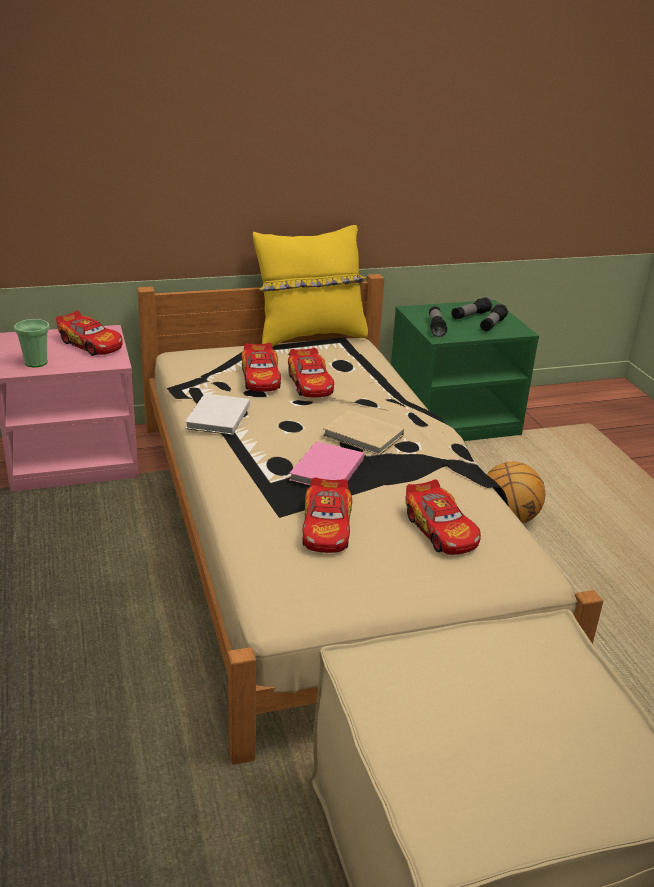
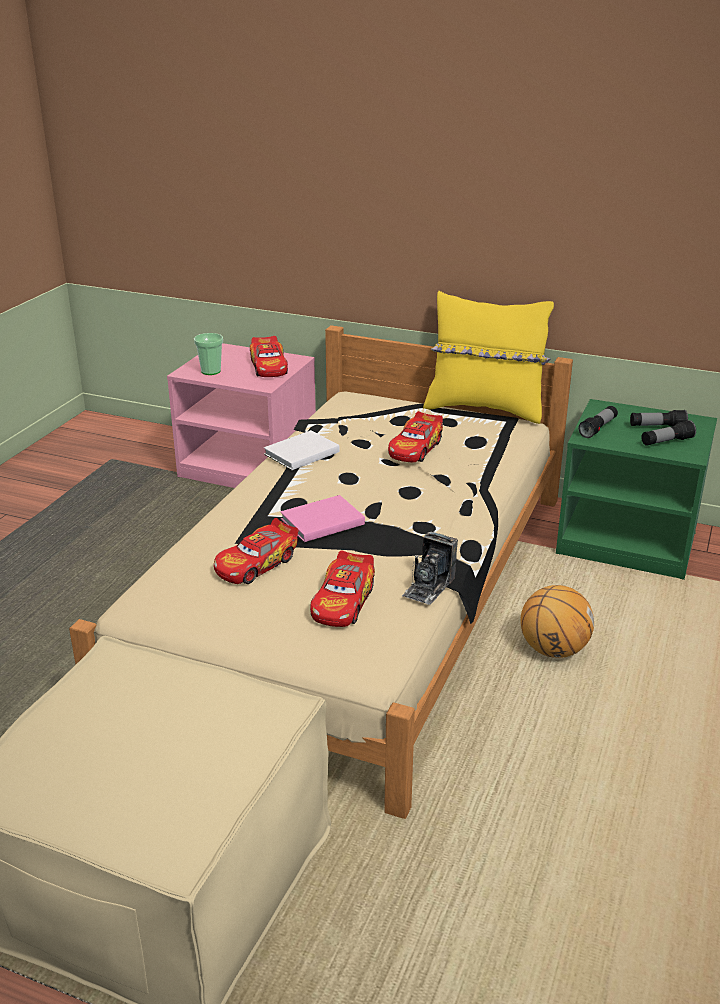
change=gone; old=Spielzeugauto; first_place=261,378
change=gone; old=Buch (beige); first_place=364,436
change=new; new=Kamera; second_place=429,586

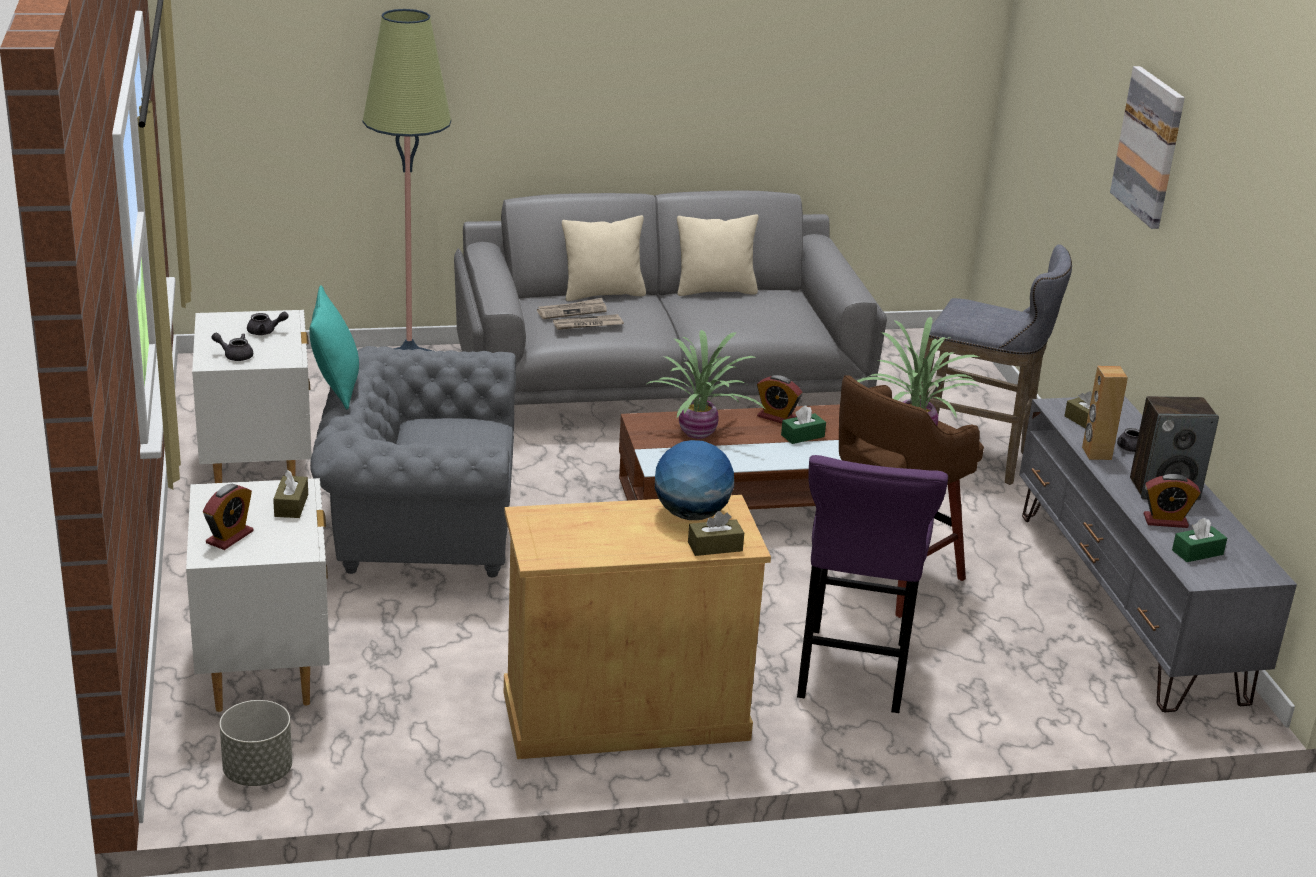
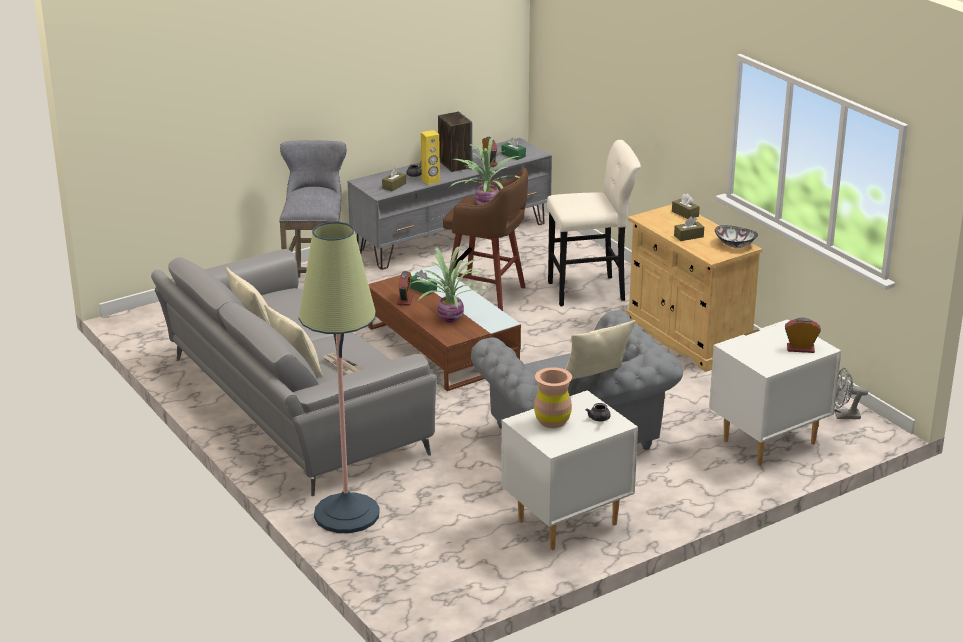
change=gone; old=Zeitung; first_place=587,325
change=gone; old=Globus; first_place=691,514
change=gone; old=Bild; first_place=1149,146
change=new; new=Schüssel; second_place=735,244
change=shifted; old=Taschentuchbox (braun); first_place=291,505; second_place=688,236
change=swapped; old=Pflanzkübel (grau); new=Ventilator (grau); first_place=257,772; second_place=843,416
change=swapped; old=Teekanne (grau); new=Vase (braun); first_place=265,331; second_place=552,421
change=repainted; old=Kissen (türkis); new=Kissen (beige); first_place=336,387; second_place=595,379
change=repainted; old=Hocker (lila); new=Hocker (beige); first_place=852,675; second_place=590,291
change=repainted; old=Lautsprecher (braun); new=Lautsprecher (gelb); first_place=1096,453; second_place=430,181

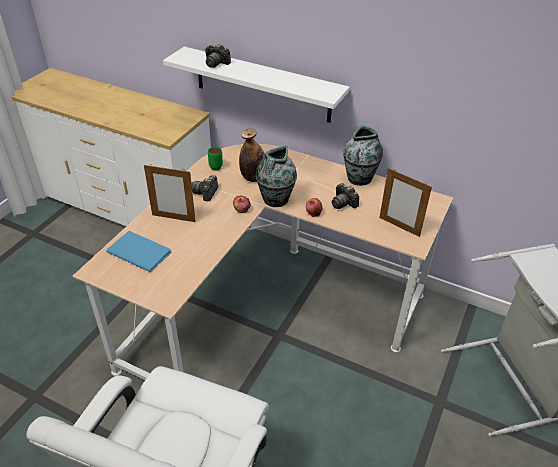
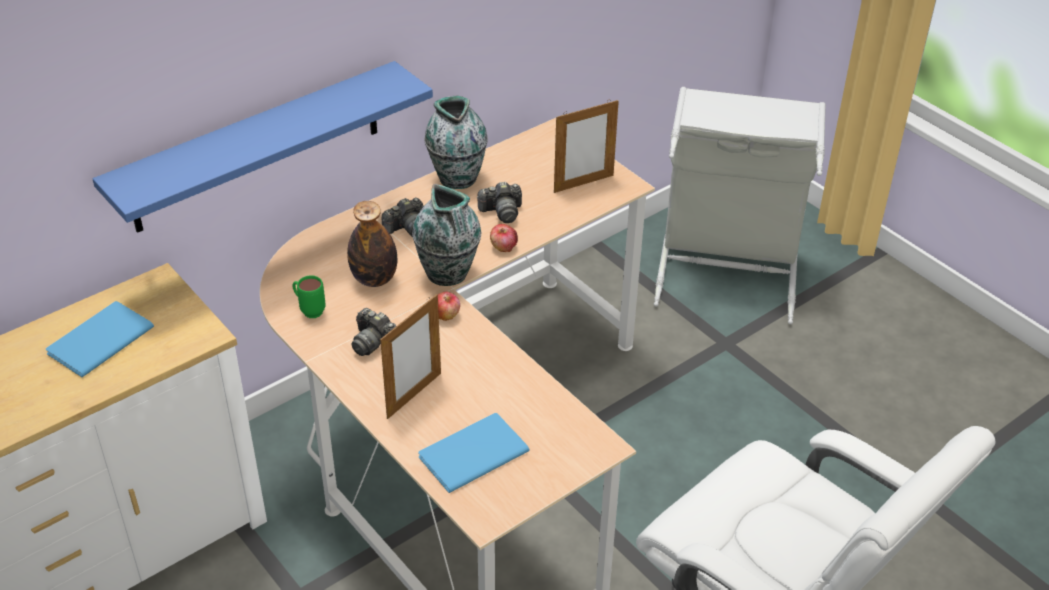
change=new; new=Buch (blau); second_place=97,341
change=shifted; old=Kamera; first_place=216,63; second_place=408,229
change=repainted; old=Wandregal (weiß); new=Wandregal (blau); first_place=262,85; second_place=257,148

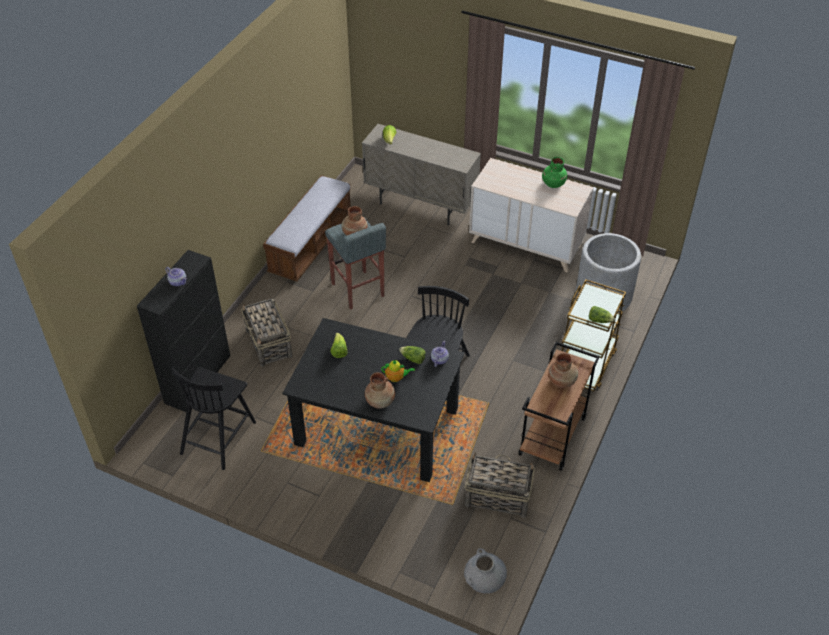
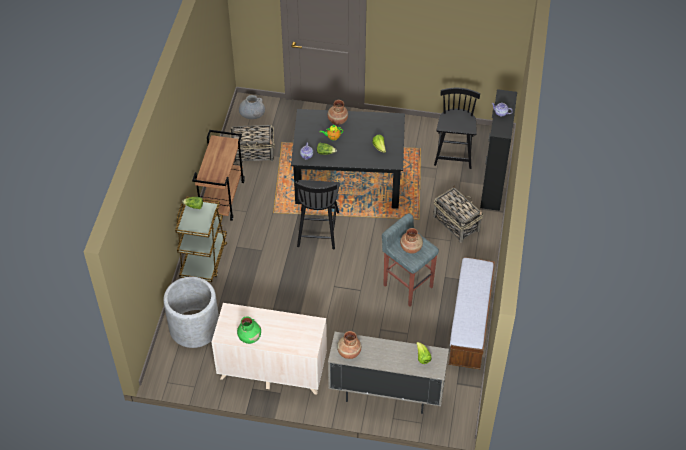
change=shifted; old=Vase (braun); first_place=562,381; second_place=349,352

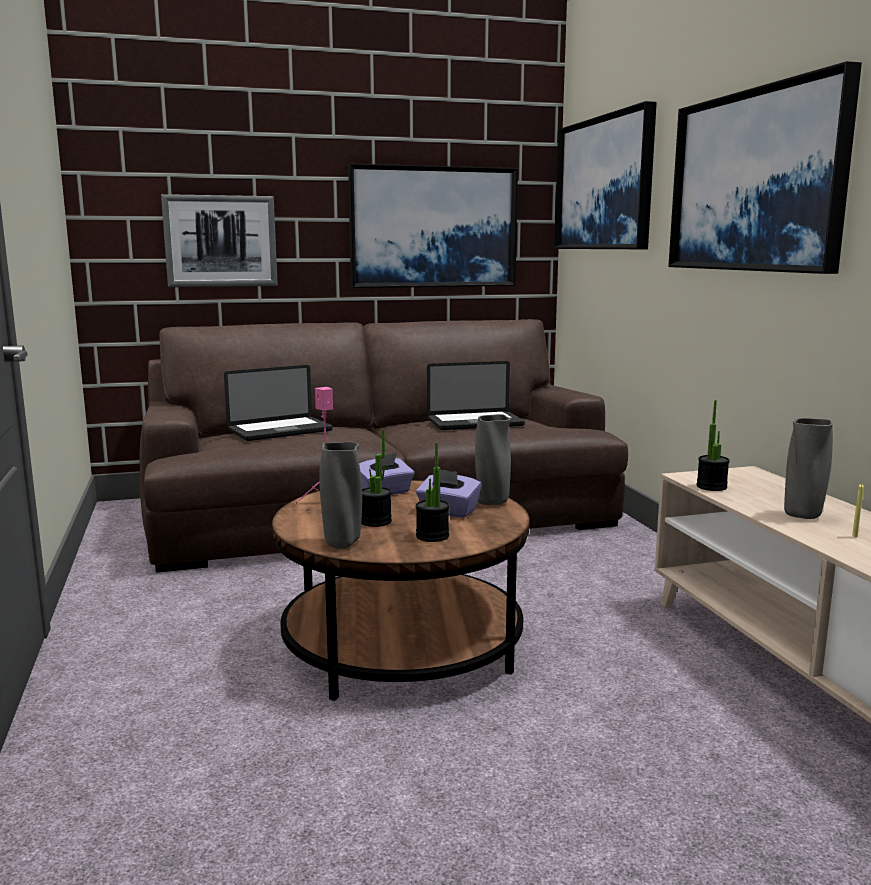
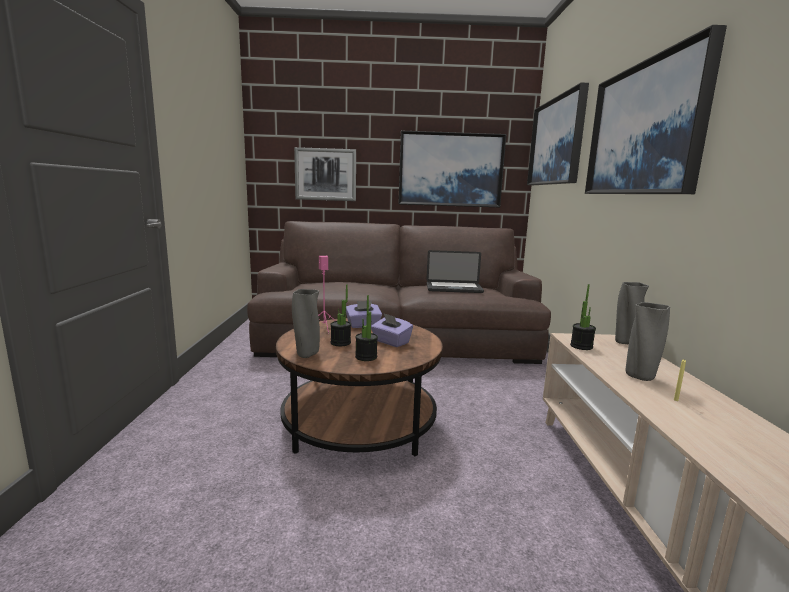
change=gone; old=Laptop; first_place=280,430
change=shifted; old=Vase (grau); first_place=492,502; second_place=625,342

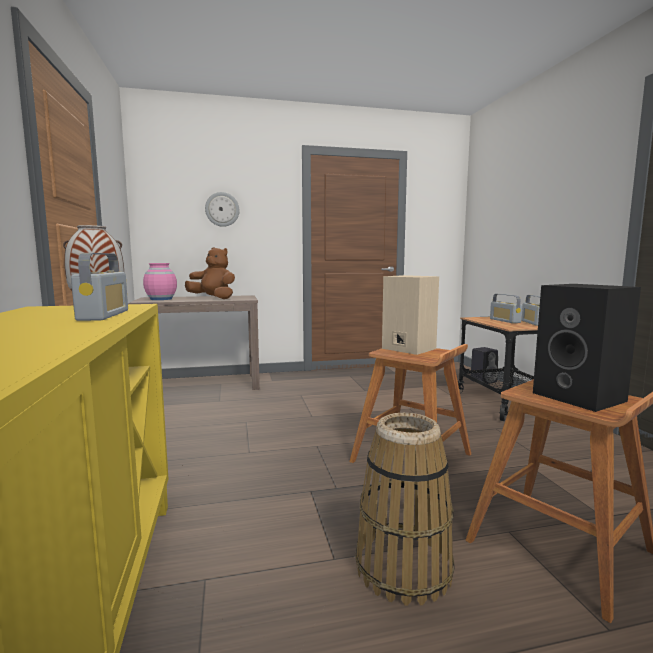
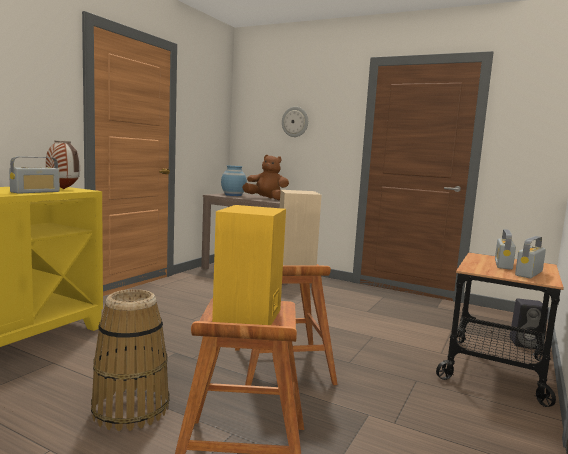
change=repainted; old=Vase (rosa); new=Vase (blau); first_place=161,299; second_place=233,195
change=repainted; old=Lautsprecher (schwarz); new=Lautsprecher (gelb); first_place=581,397; second_place=249,317
change=rotated; old=Plüschtier (braun); first_place=213,298; second_place=266,199; degrees=-45

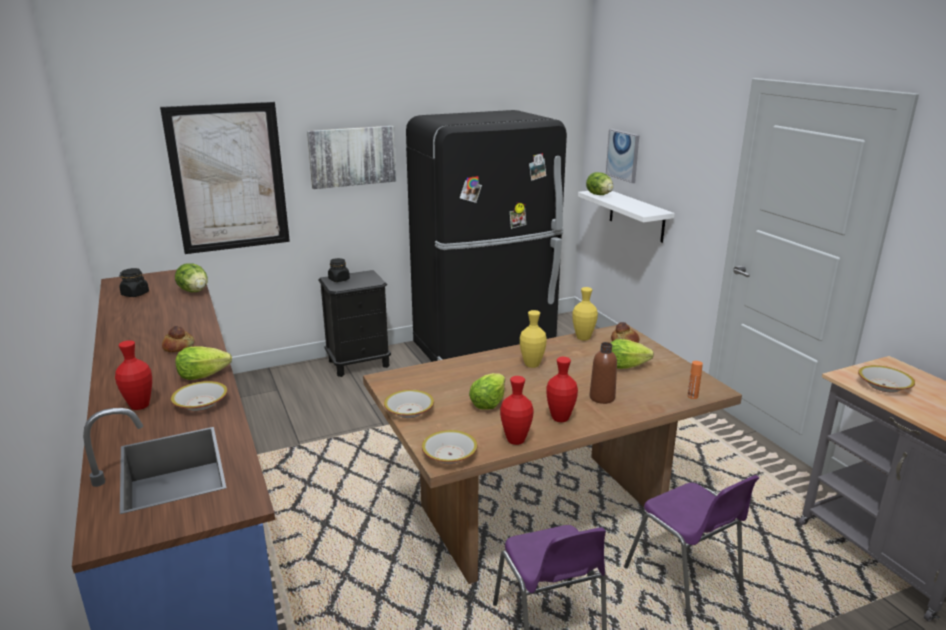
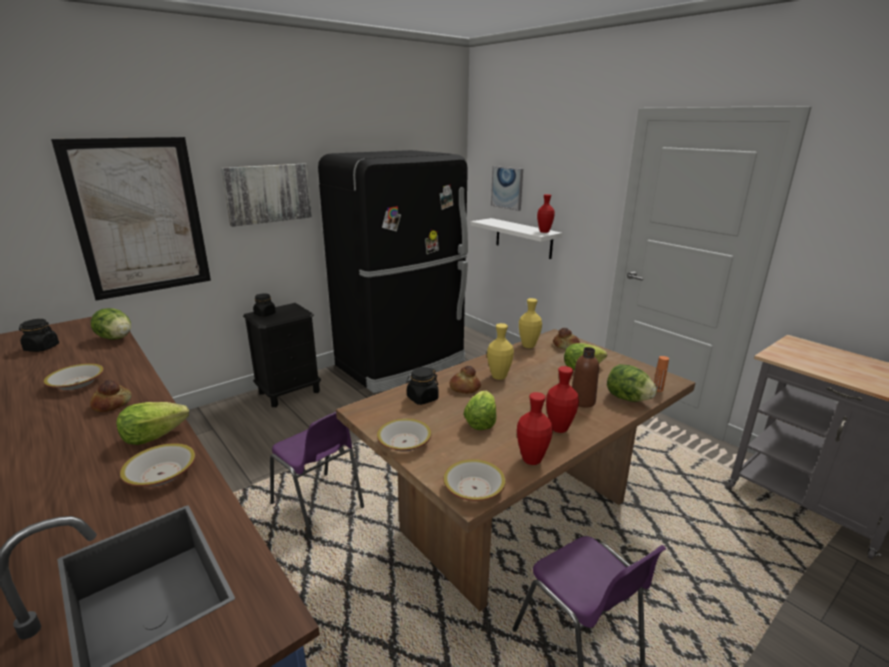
change=new; new=Vorratsglas (schwarz); second_place=422,398
change=new; new=Brot; second_place=464,388
change=shifted; old=Vase (rot); first_place=140,406; second_place=544,232
change=shifted; old=Salatkopf; first_place=599,195; second_place=627,398
change=shifted; old=Stuhl (lila); first_place=684,582; second_place=319,506
change=shifted; old=Schüssel; first_place=883,385; second_place=77,383

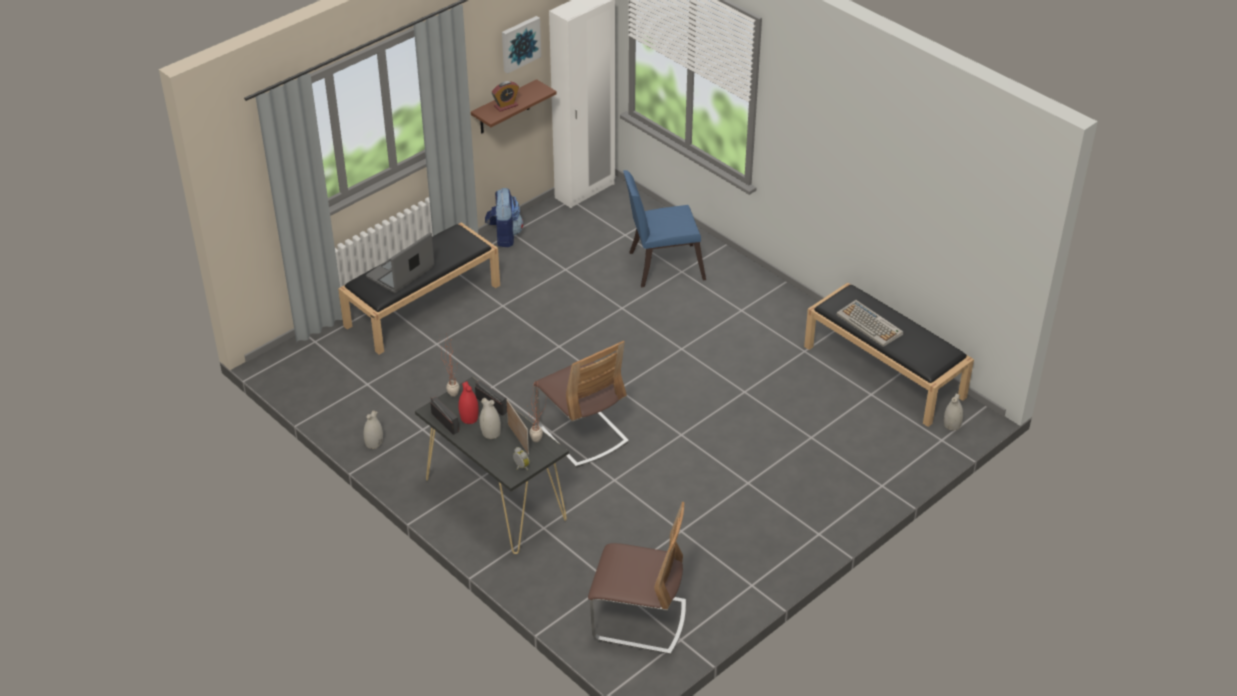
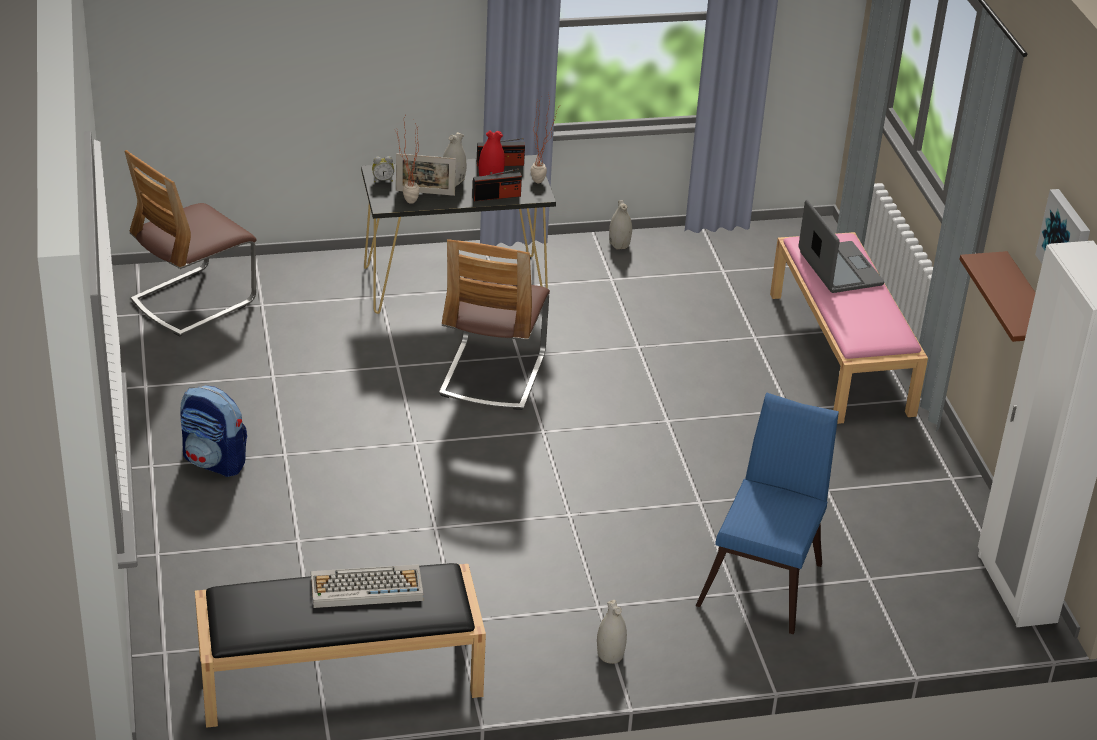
change=gone; old=Wecker; first_place=506,106
change=shifted; old=Rucksack; first_place=504,236; second_place=215,461
change=shifted; old=Vase (weiß); first_place=951,425; second_place=610,654
change=repainted; old=Bank (schwarz); new=Bank (rosa); first_place=423,305; second_place=841,353
change=rotated; old=Stuhl; first_place=582,434; second_place=492,374; degrees=-75

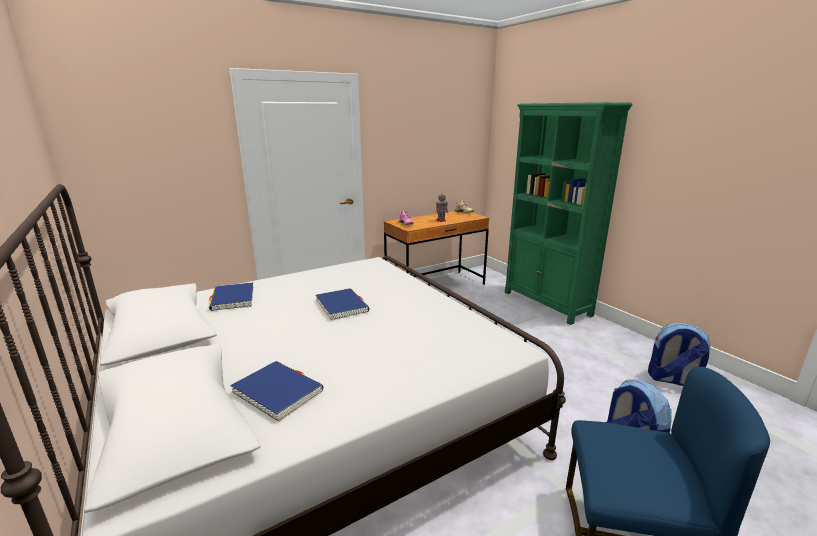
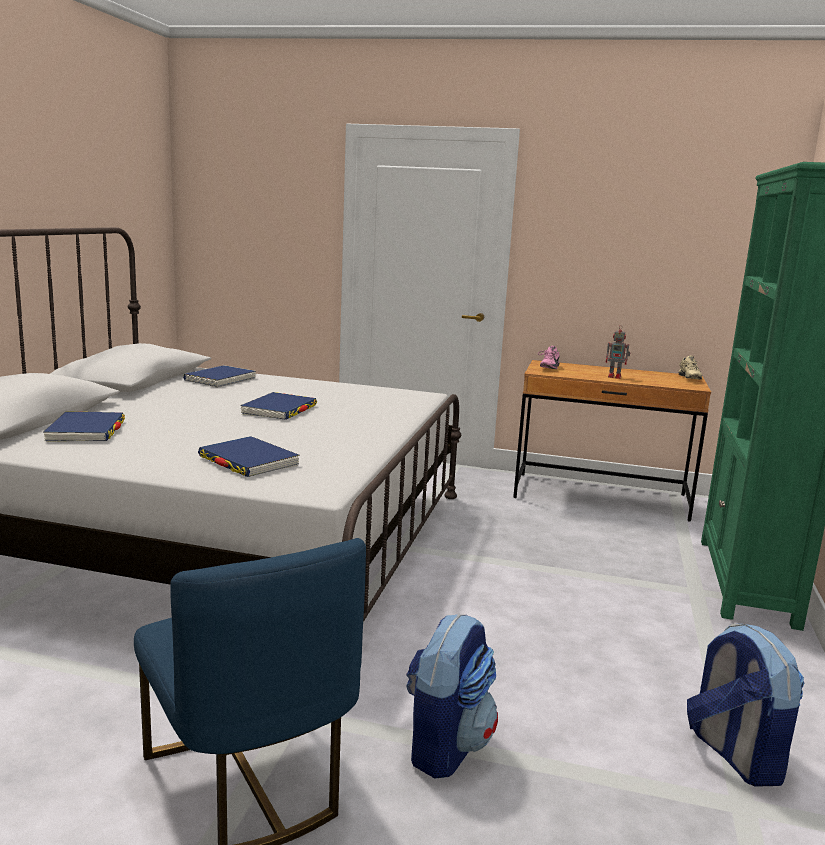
change=new; new=Buch (blau); second_place=248,461

